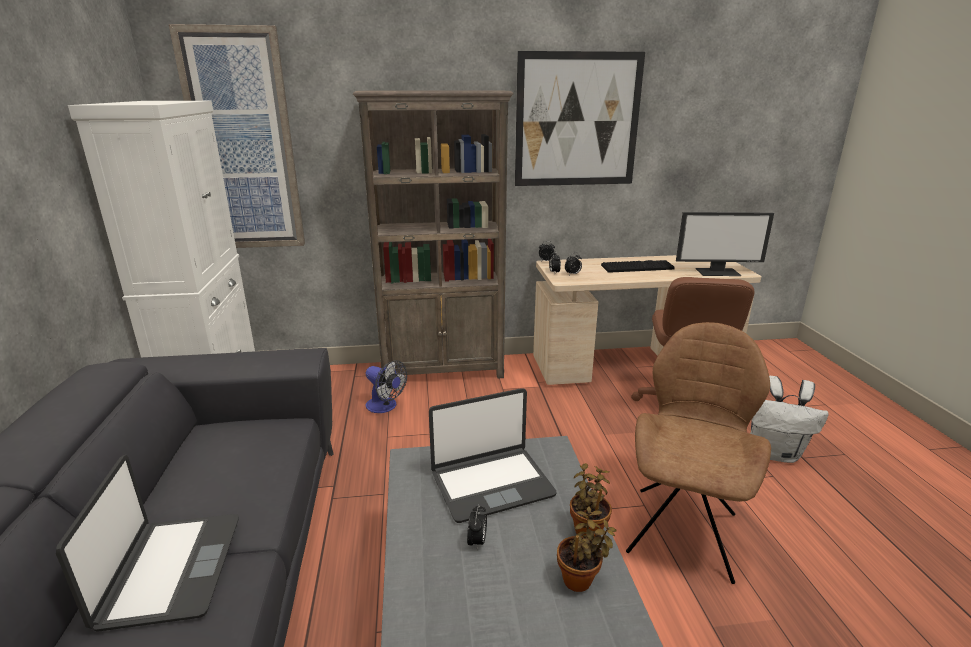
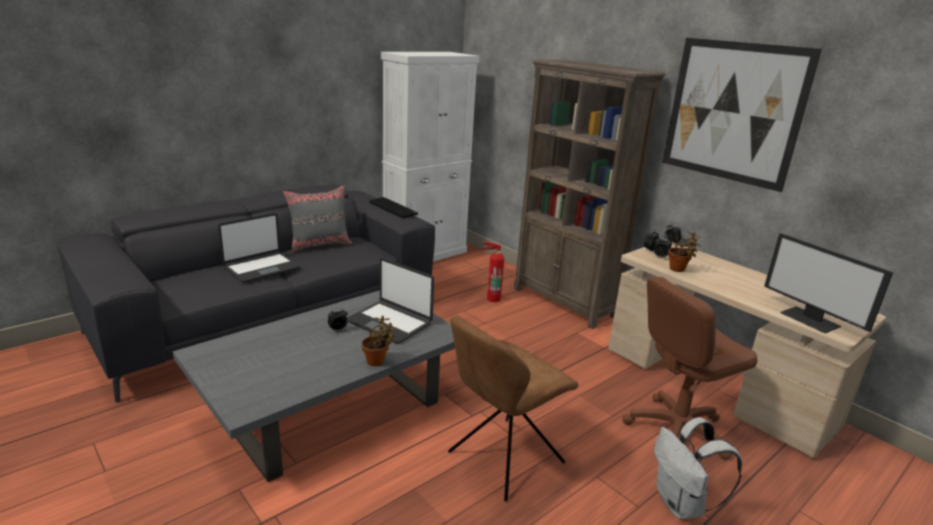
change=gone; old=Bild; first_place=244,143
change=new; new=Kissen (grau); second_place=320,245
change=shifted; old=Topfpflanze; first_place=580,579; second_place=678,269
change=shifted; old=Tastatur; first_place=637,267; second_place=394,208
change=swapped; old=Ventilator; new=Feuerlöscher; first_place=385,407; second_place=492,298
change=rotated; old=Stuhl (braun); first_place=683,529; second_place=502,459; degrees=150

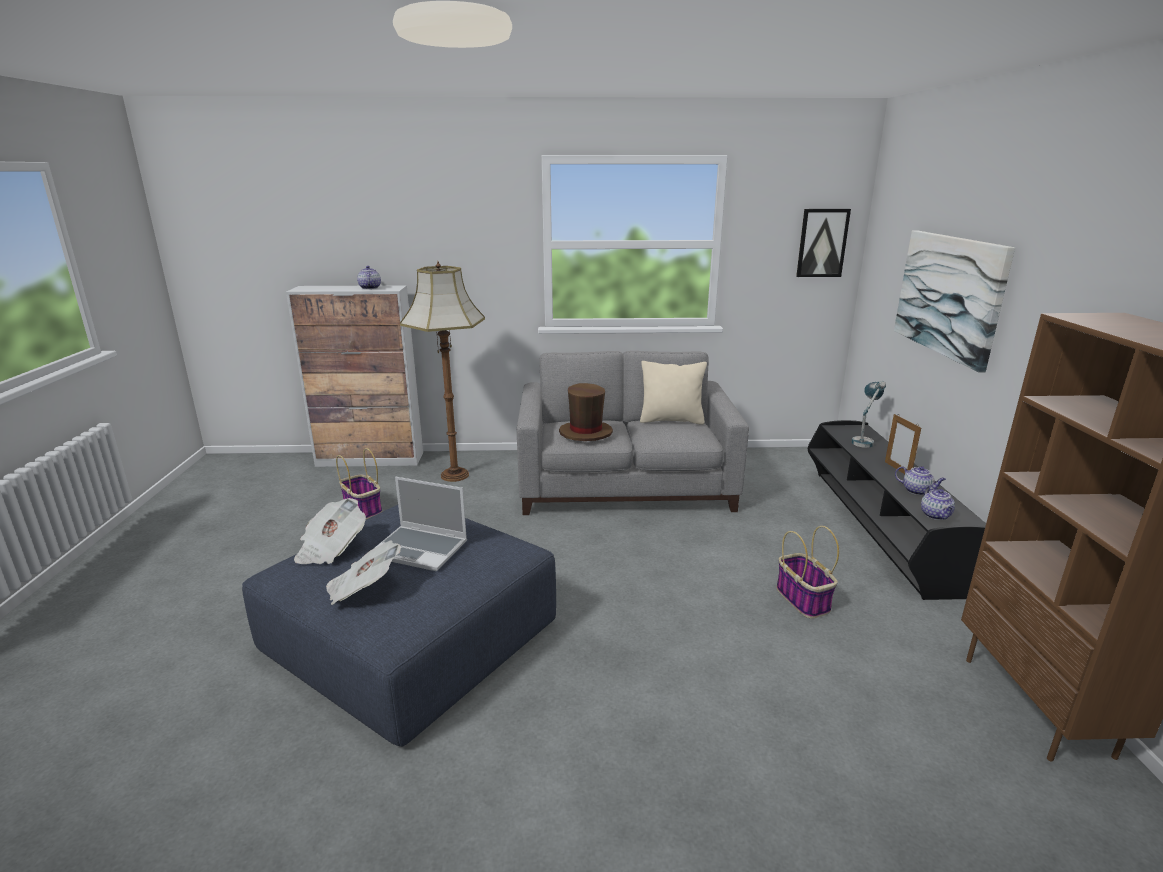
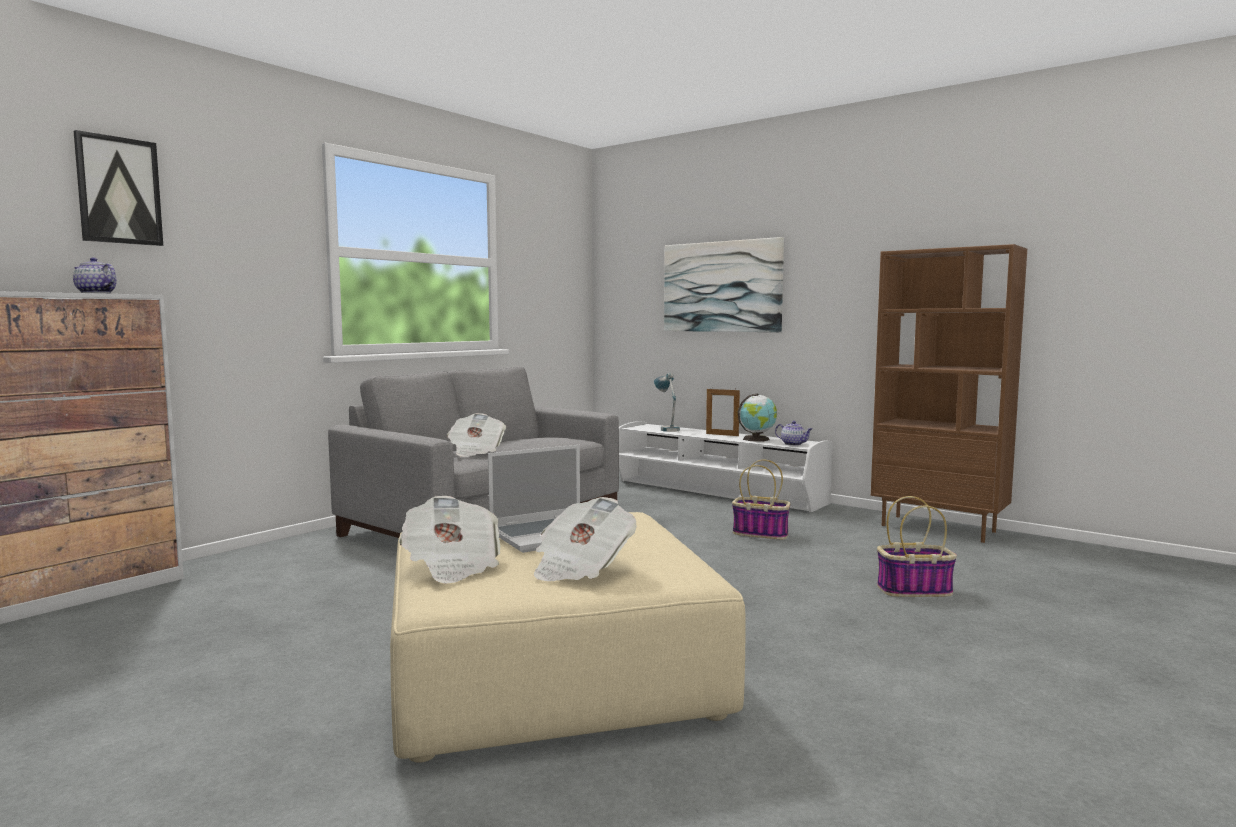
change=gone; old=Stehlampe; first_place=456,475
change=gone; old=Kissen (beige); first_place=671,420
change=shifted; old=Korb; first_place=363,509; second_place=914,590
change=shifted; old=Bild; first_place=822,243; second_place=119,190
change=swapped; old=Hut (braun); new=Zeitung; first_place=585,433; second_place=475,451
change=swapped; old=Teekanne; new=Globus; first_place=917,491; second_place=757,439
change=repainted; old=Polsterhocker (blau); new=Polsterhocker (beige); first_place=413,636; second_place=551,669
change=repainted; old=Fernsehschrank (schwarz); new=Fernsehschrank (weiß); first_place=877,527; second_place=715,493

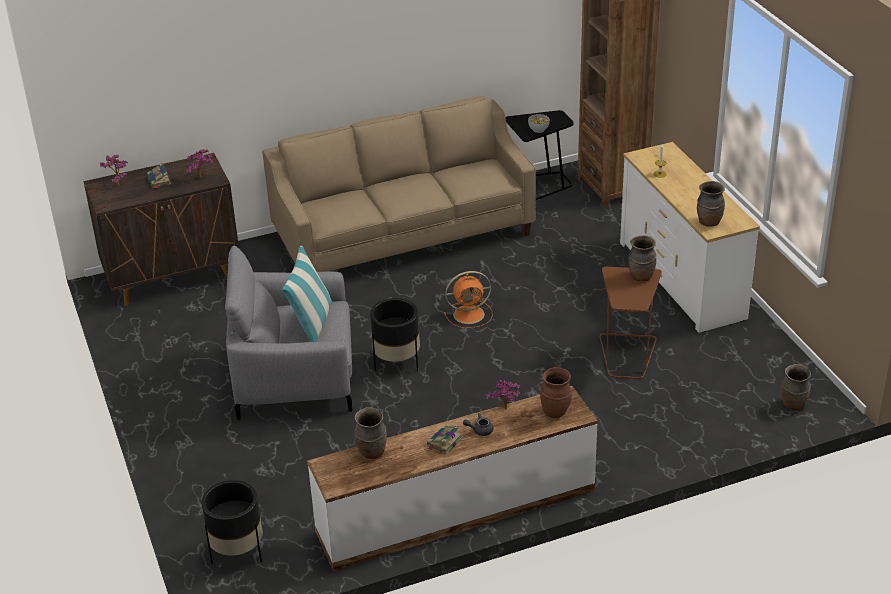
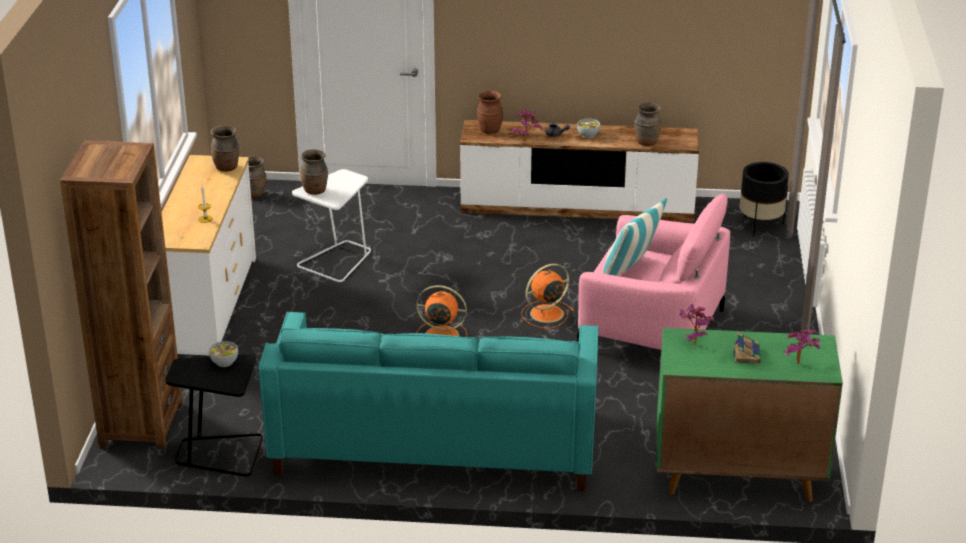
change=swapped; old=Pflanzkübel (schwarz); new=Ventilator (orange); first_place=397,362; second_place=545,314
change=swapped; old=Buch; new=Schüssel; first_place=444,442; second_place=588,135
change=repainted; old=Schrank (braun); new=Schrank (grün); first_place=174,277; second_place=737,475
change=repainted; old=Sessel (grau); new=Sessel (rosa); first_place=295,378; second_place=650,329
change=repainted; old=Sofa (beige); new=Sofa (türkis); first_place=404,235; second_place=435,441
change=repainted; old=Beistelltisch (braun); new=Beistelltisch (weiß); first_place=627,355; second_place=337,261

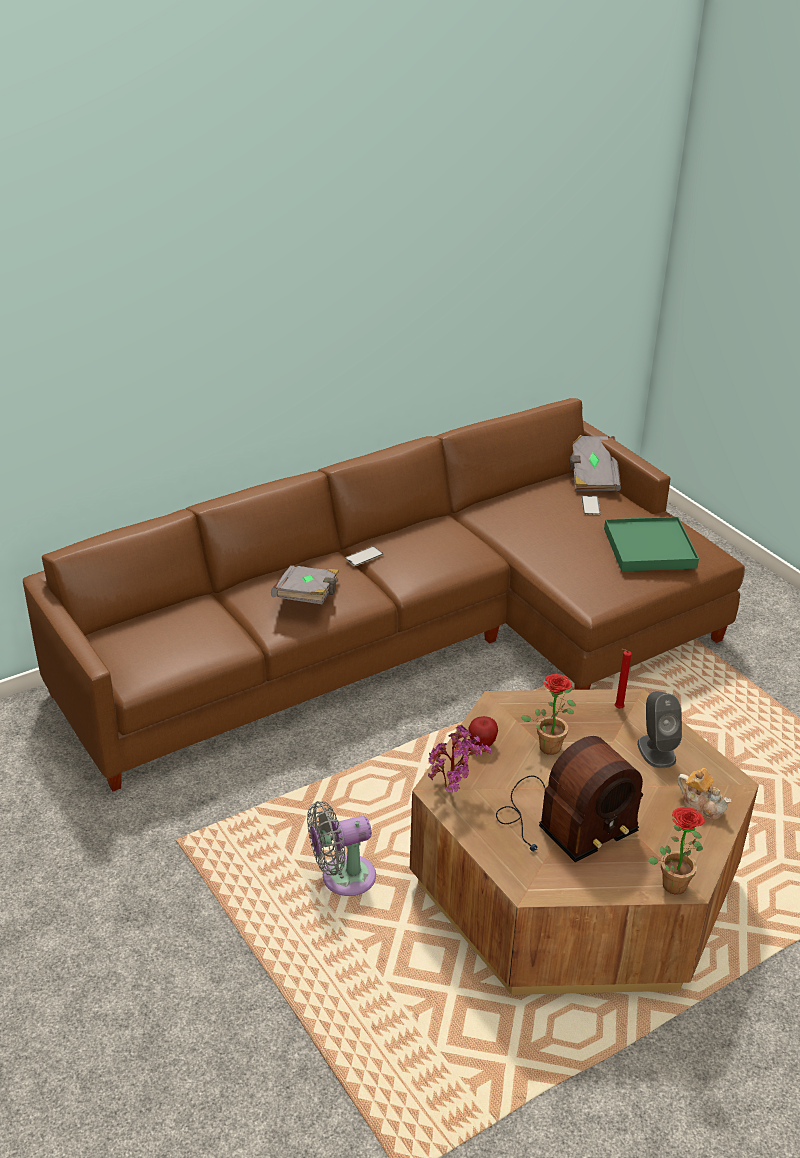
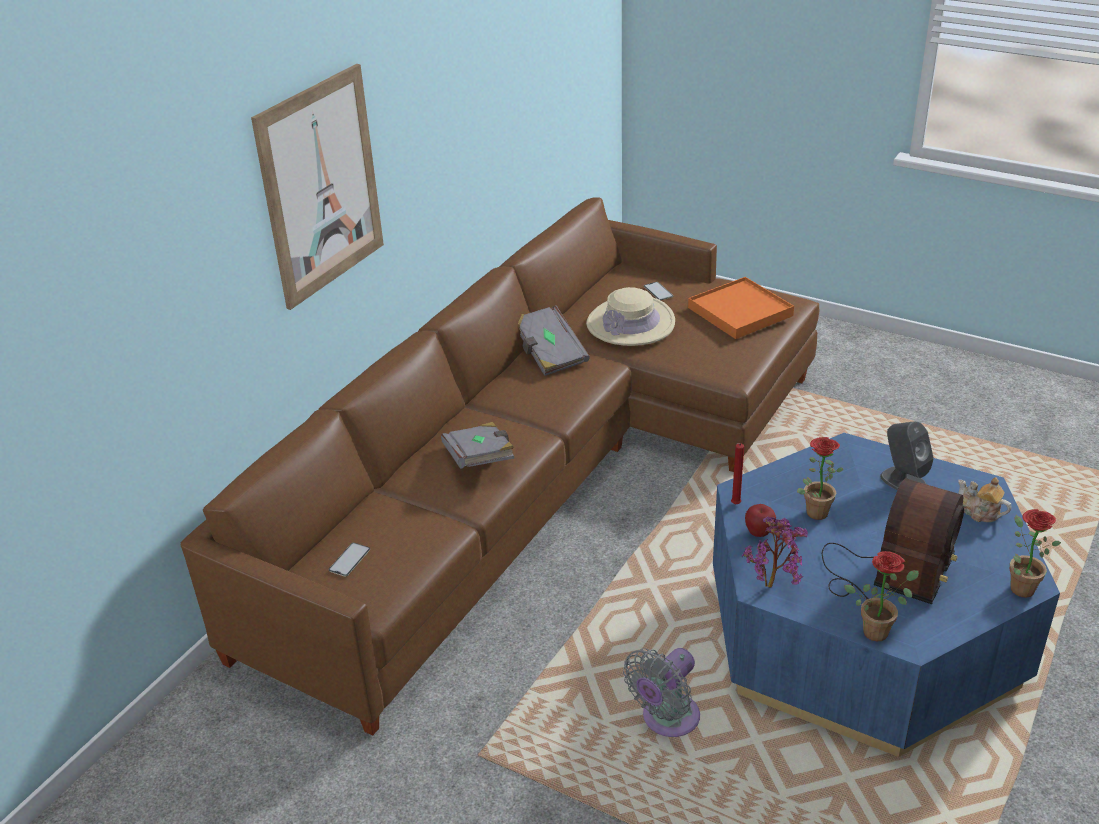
change=new; new=Bild; second_place=321,186
change=new; new=Hut (beige); second_place=630,323
change=new; new=Topfpflanze; second_place=878,629
change=shifted; old=Handy; first_place=364,556; second_place=349,560
change=shifted; old=Buch (grau); first_place=592,476; second_place=549,354
change=shifted; old=Kerze (rot); first_place=617,709; second_place=735,505
change=repainted; old=Couchtisch (braun); new=Couchtisch (blau); first_place=573,881; second_place=862,632
change=repainted; old=Tablett (grün); new=Tablett (orange); first_place=649,548; second_place=740,311
change=rotated; old=Teekanne; first_place=701,805; second_place=979,512; degrees=-150

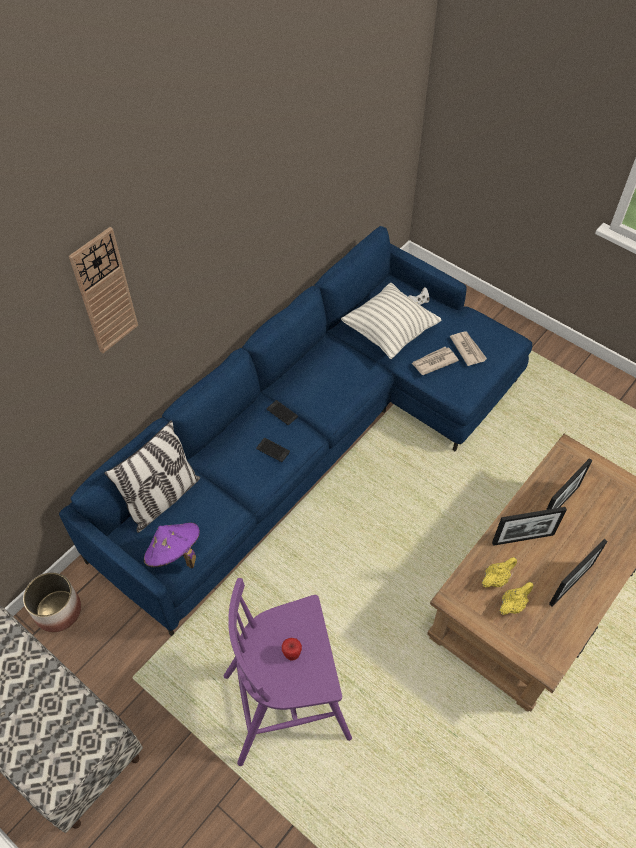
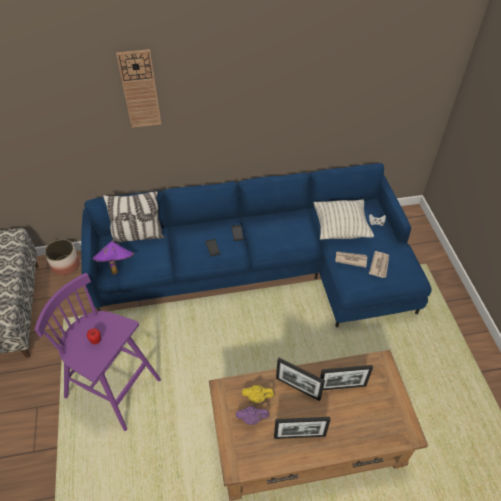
change=repainted; old=Teekanne (gelb); new=Teekanne (lila); first_place=513,604; second_place=252,418

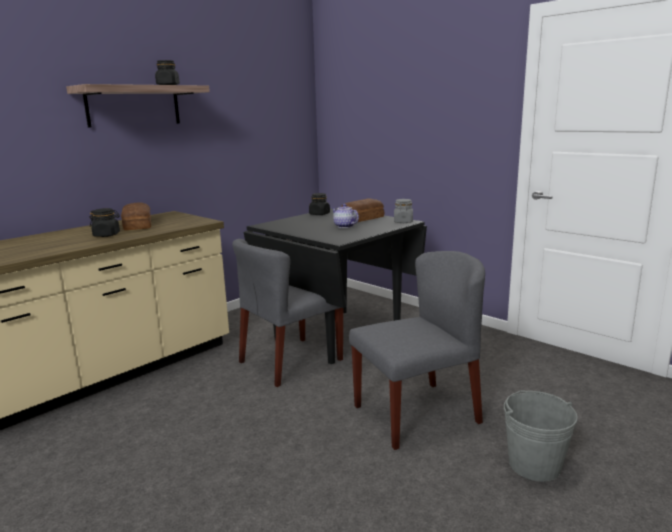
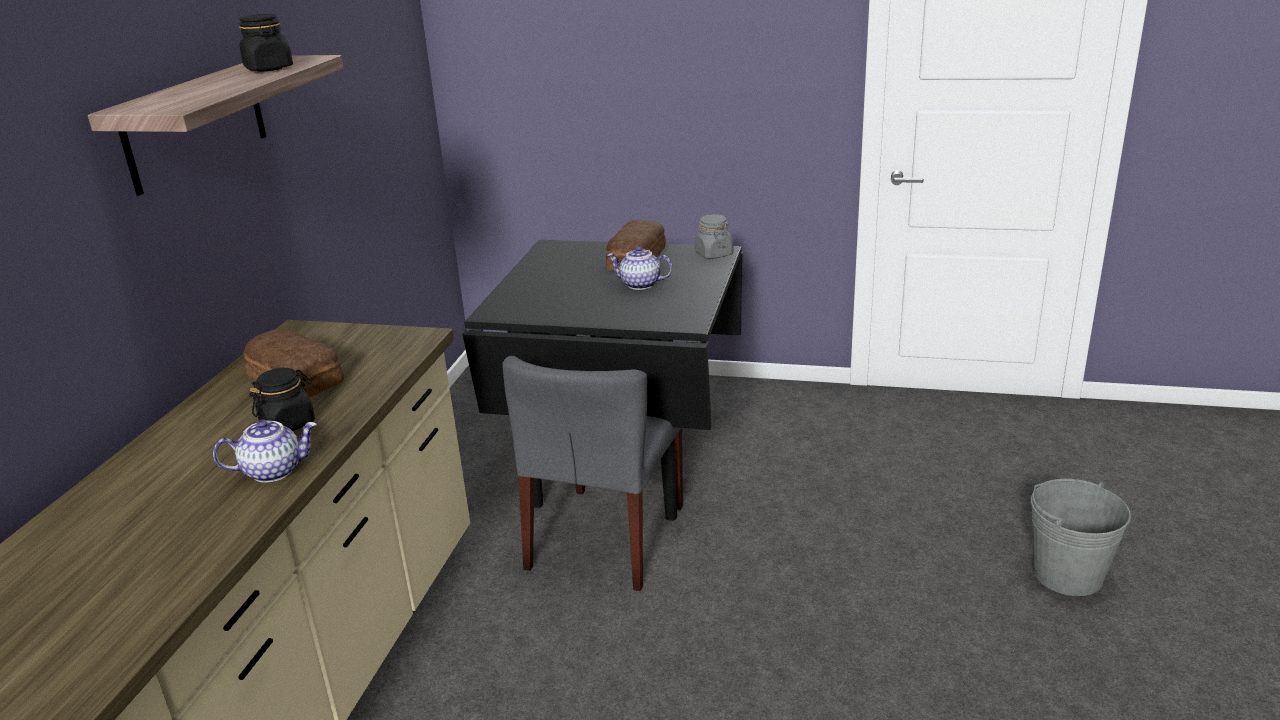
change=gone; old=Vorratsglas (schwarz); first_place=319,214
change=gone; old=Stuhl (grau); first_place=417,413
change=new; new=Teekanne; second_place=274,471

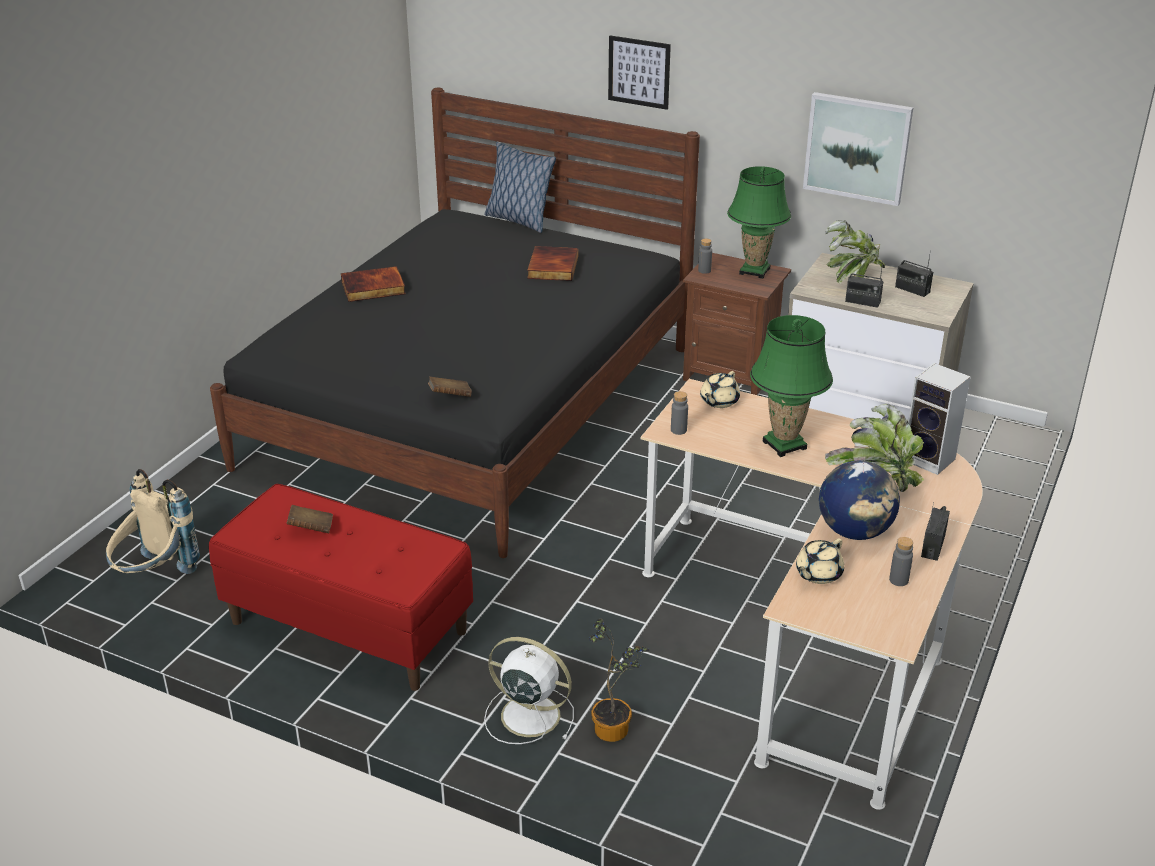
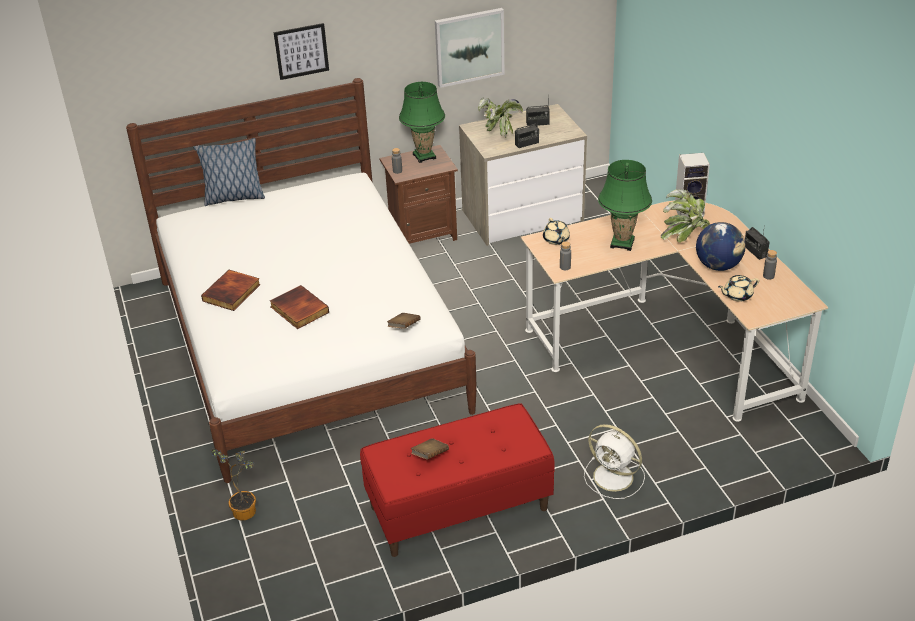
change=gone; old=Rucksack (beige); first_place=155,577
change=shifted; old=Buch; first_place=551,267; second_place=298,310
change=shifted; old=Topfpflanze; first_place=615,727; second_place=245,509
change=repainted; old=Bett (schwarz); new=Bett (weiß); first_place=472,406; second_place=309,343
change=rotated; old=Ventilator (weiß); first_place=528,715; second_place=615,477; degrees=-120
change=rotated; old=Teekanne (beige); first_place=818,574; second_place=737,295; degrees=75

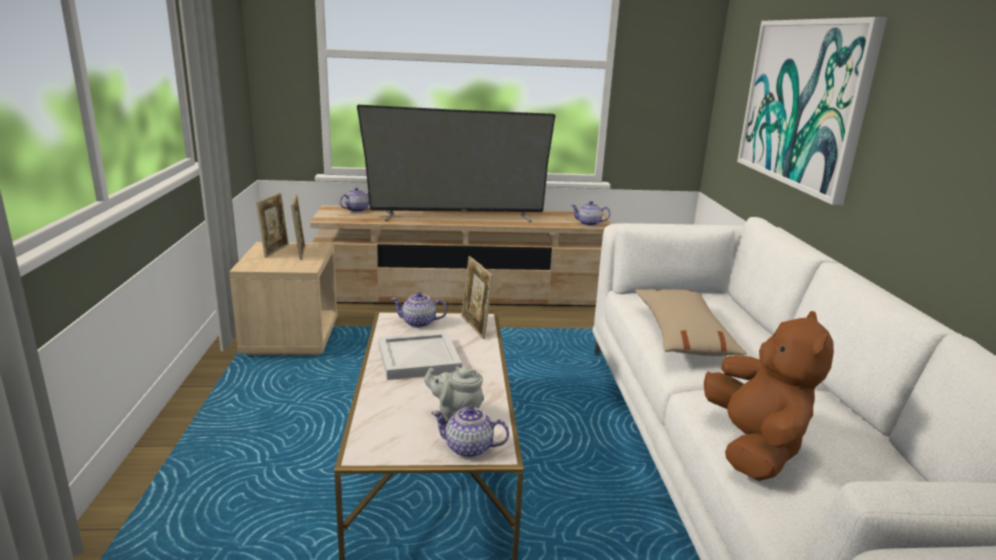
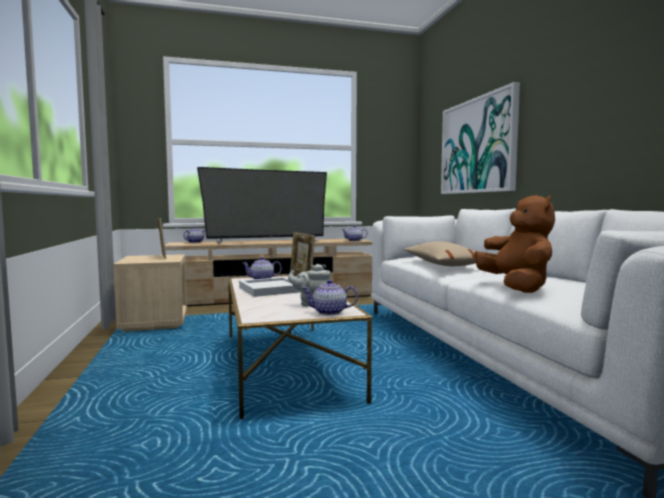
change=gone; old=Bilderrahmen; first_place=275,250

